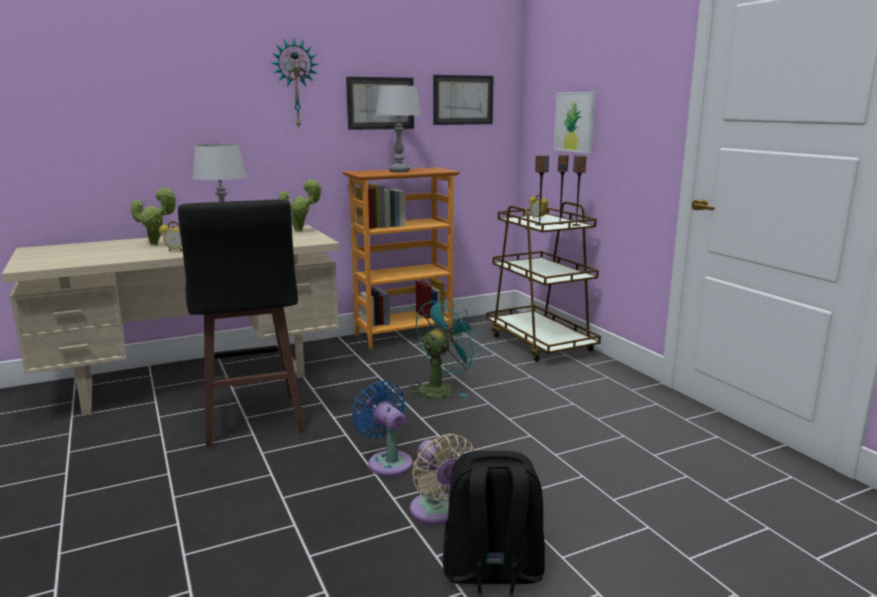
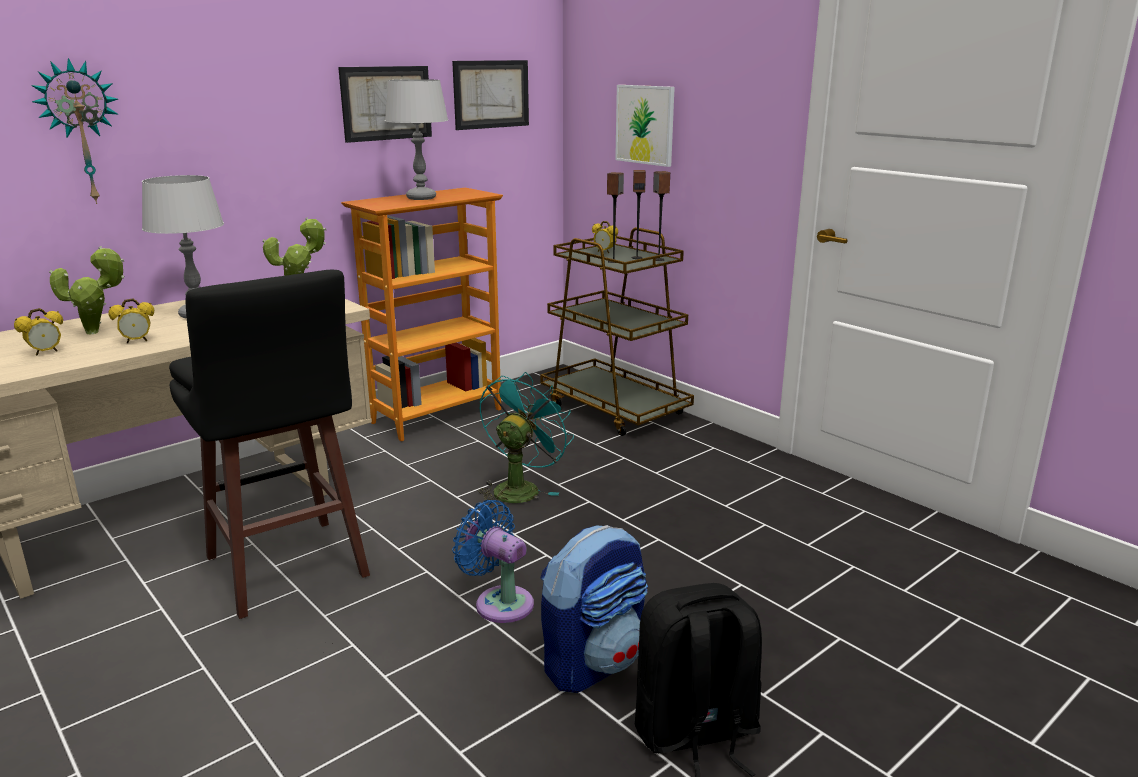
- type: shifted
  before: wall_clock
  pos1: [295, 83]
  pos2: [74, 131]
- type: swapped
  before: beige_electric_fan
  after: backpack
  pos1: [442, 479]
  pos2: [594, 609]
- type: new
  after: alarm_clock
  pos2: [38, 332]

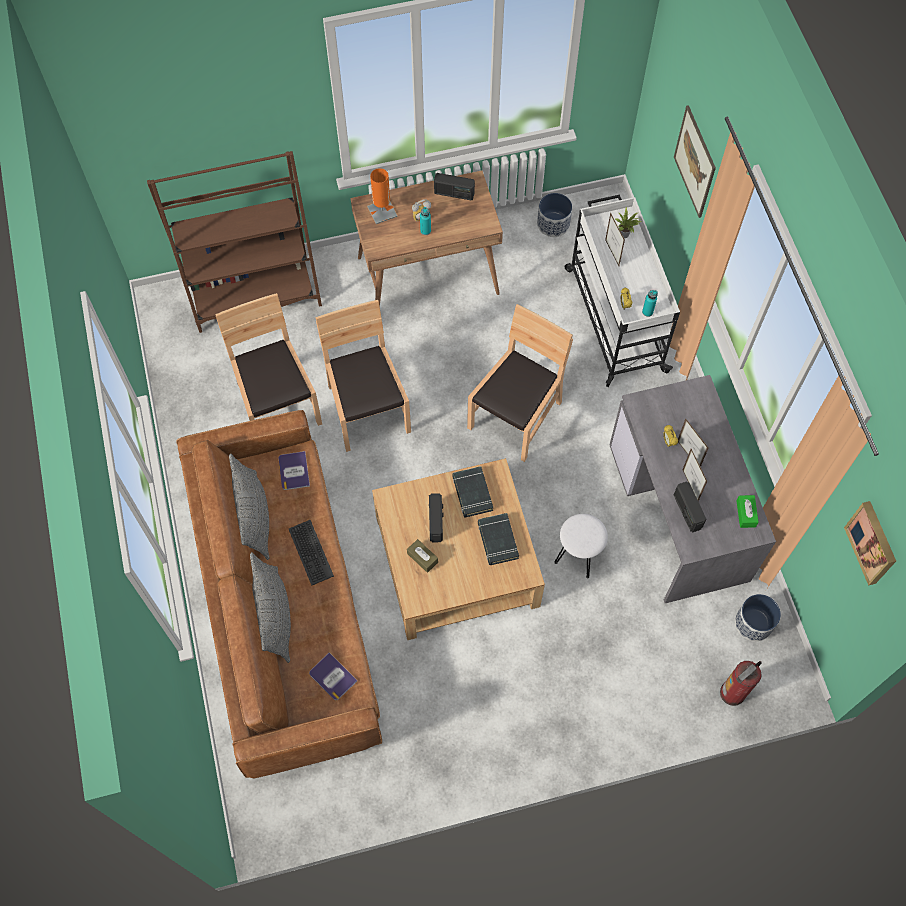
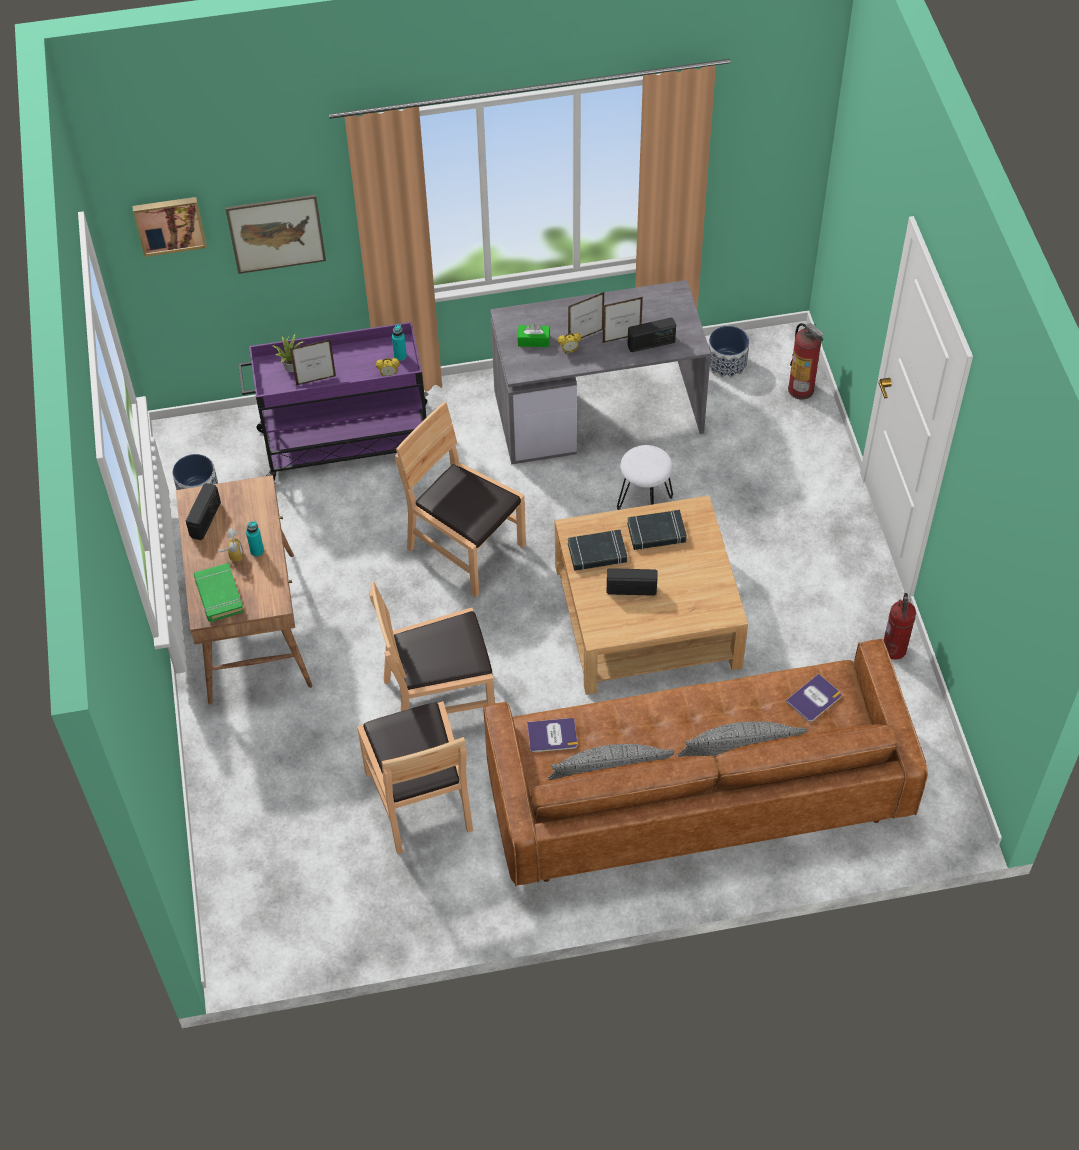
- type: gone
  before: brown_bookcase
  pos1: [234, 242]
- type: swapped
  before: orange-coloured_table_lamp
  after: green_book
  pos1: [382, 196]
  pos2: [219, 592]
- type: repainted
  before: whitish_cart
  after: purplish_cart
  pos1: [622, 291]
  pos2: [333, 401]
- type: rotated
  before: brown_upright_chair
  pos1: [268, 359]
  pos2: [415, 777]
  turn: -90
- type: shifted
  before: green_tissue_holder
  pos1: [748, 511]
  pos2: [534, 335]
- type: shifted
  before: picture
  pos1: [870, 543]
  pos2: [169, 227]
- type: gone
  before: PC_keyboard
  pos1: [311, 552]
- type: gone
  before: brown_tissue_holder
  pos1: [422, 556]
- type: new
  after: fire_extinguisher
  pos2: [899, 626]

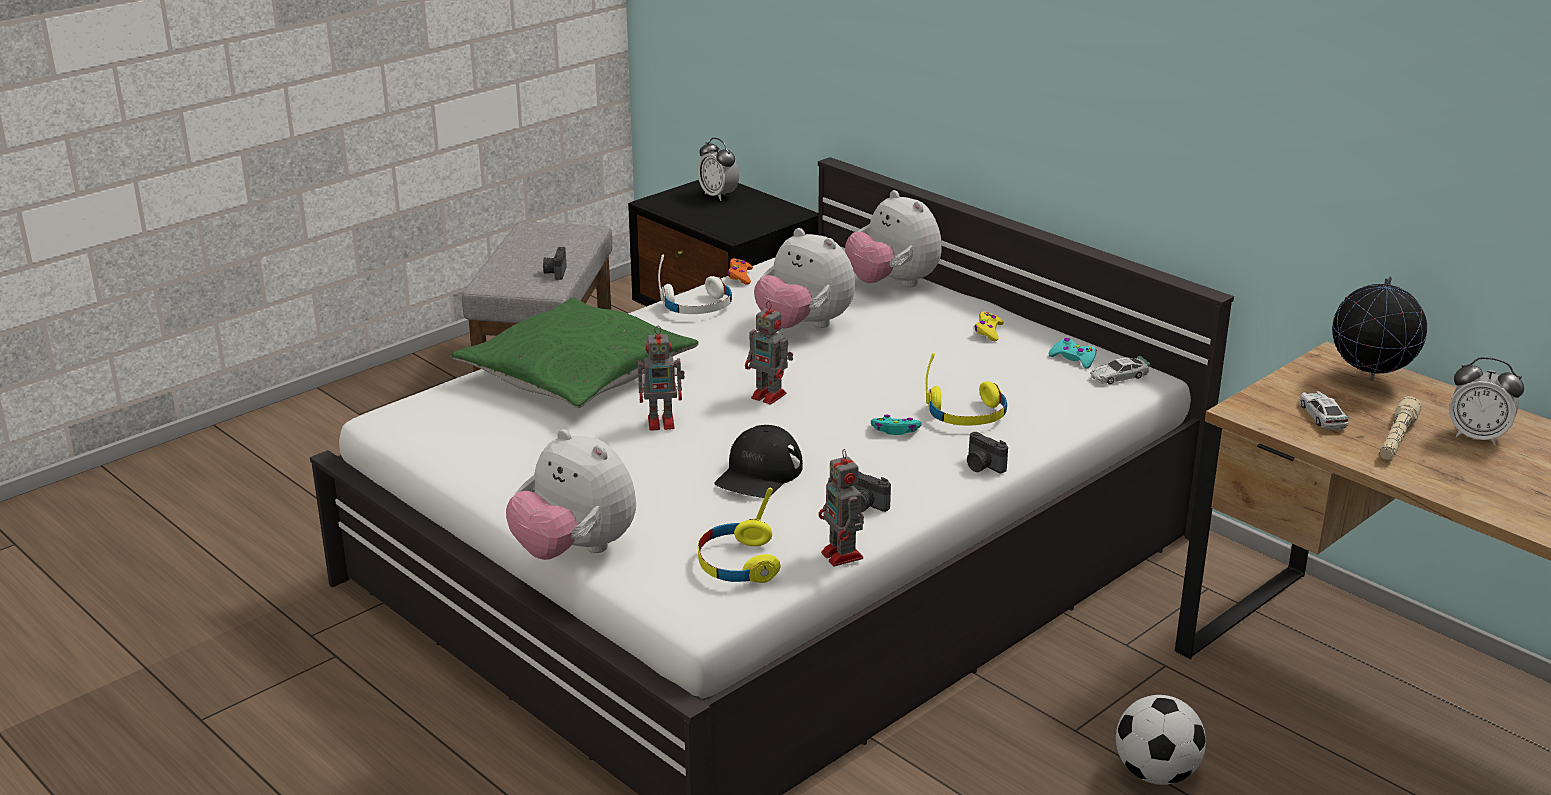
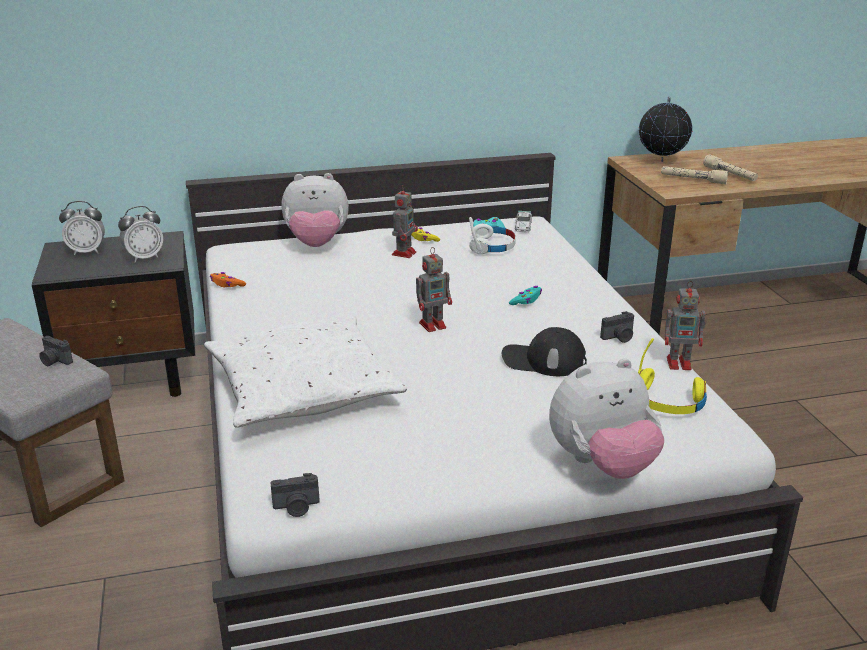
- type: gone
  before: cuddly_toy
  pos1: [804, 278]
- type: shifted
  before: whitish_pair_of_headphones
  pos1: [695, 284]
  pos2: [492, 235]
- type: repainted
  before: green_pillow
  after: whitish_pillow
  pos1: [574, 353]
  pos2: [305, 371]
- type: shifted
  before: toy_robot
  pos1: [661, 378]
  pos2: [405, 221]
- type: gone
  before: yellow_pair_of_headphones
  pos1: [966, 389]
- type: shifted
  before: alarm_clock
  pos1: [1486, 401]
  pos2: [140, 234]
- type: swapped
  before: model_car
  after: beige_hand_torch
  pos1: [1325, 410]
  pos2: [694, 175]
- type: rotated
  before: black-coloured_baseball_cap
  pos1: [759, 461]
  pos2: [544, 351]
  turn: 135
- type: shifted
  before: still_camera
  pos1: [987, 453]
  pos2: [295, 495]
- type: gone
  before: football
  pos1: [1161, 740]

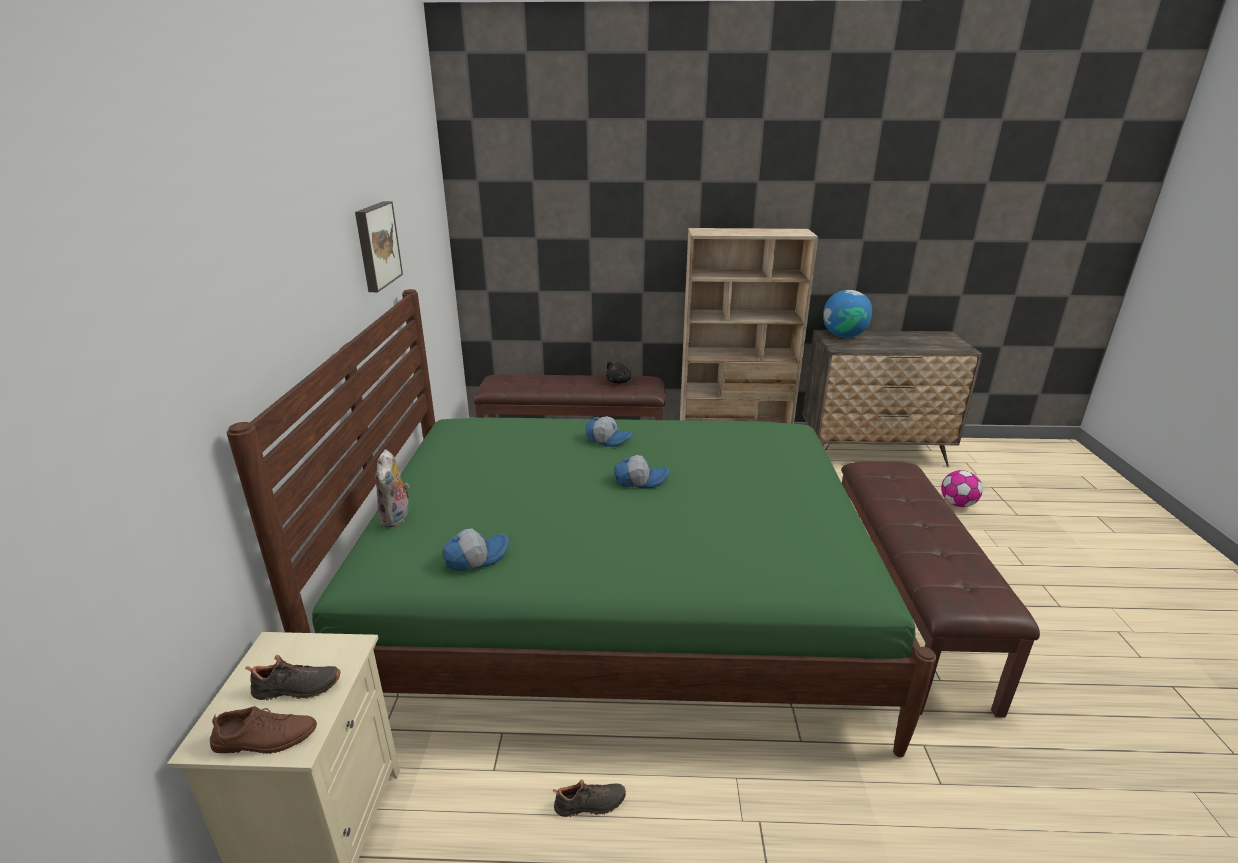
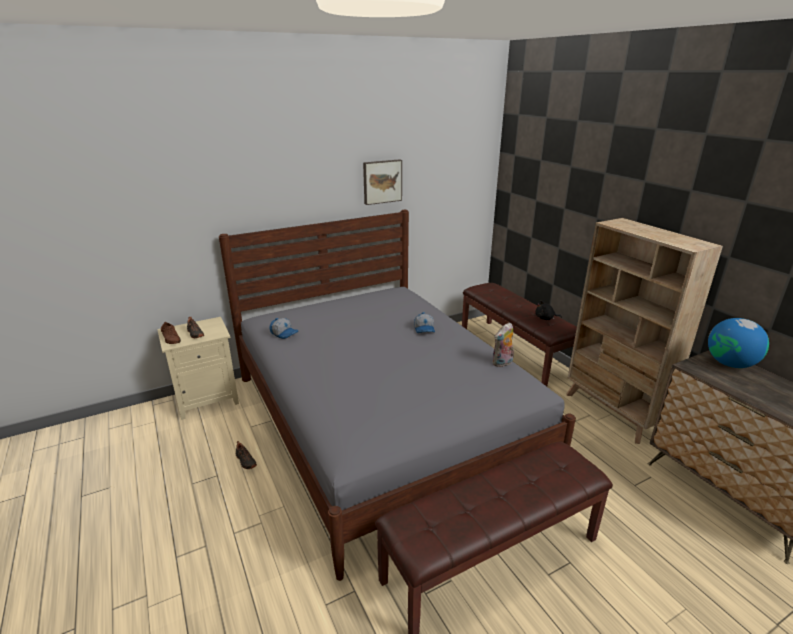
- type: repainted
  before: green_bed
  after: greyish_bed
  pos1: [581, 523]
  pos2: [397, 395]
- type: shifted
  before: cuddly_toy
  pos1: [393, 488]
  pos2: [503, 344]
- type: gone
  before: baseball_cap
  pos1: [642, 472]
- type: gone
  before: football
  pos1: [962, 488]

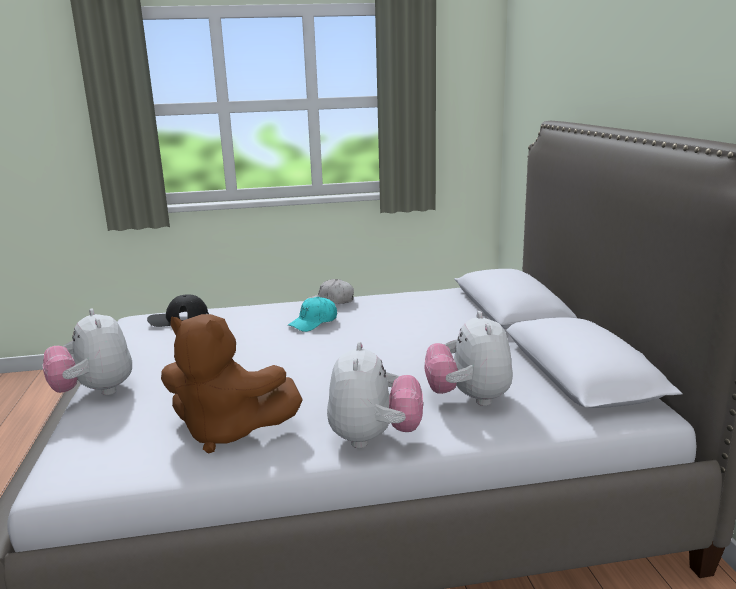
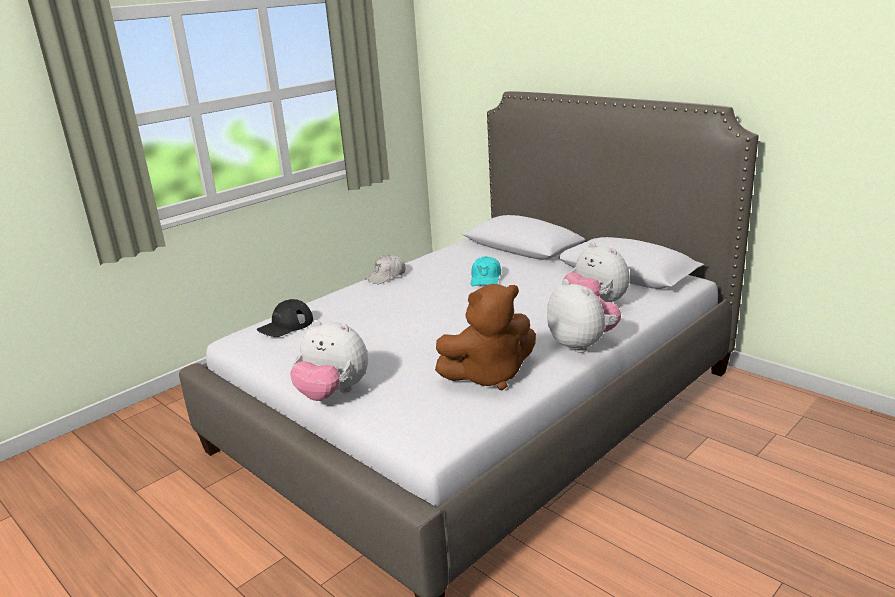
- type: shifted
  before: turquoise-coloured_baseball_cap
  pos1: [312, 314]
  pos2: [486, 271]

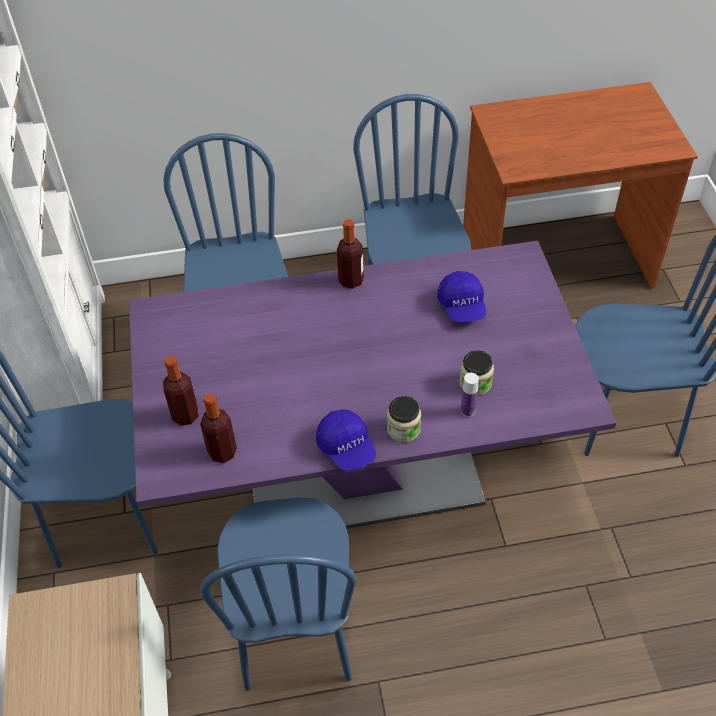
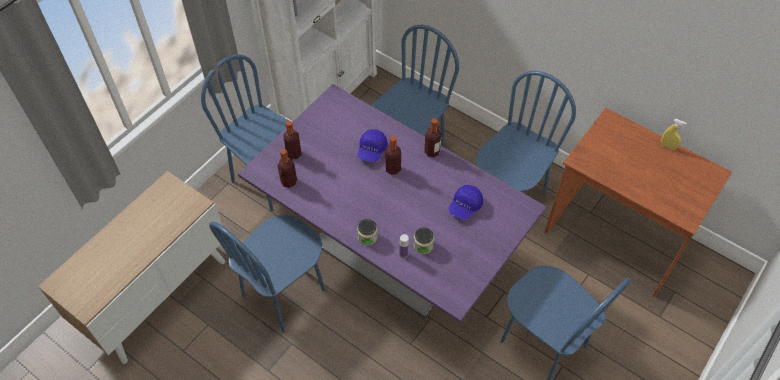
- type: shifted
  before: blue_baseball_cap
  pos1: [346, 440]
  pos2: [372, 145]
- type: new
  after: yellow_sprayer
  pos2: [674, 134]
- type: new
  after: drink_bottle
  pos2: [393, 155]

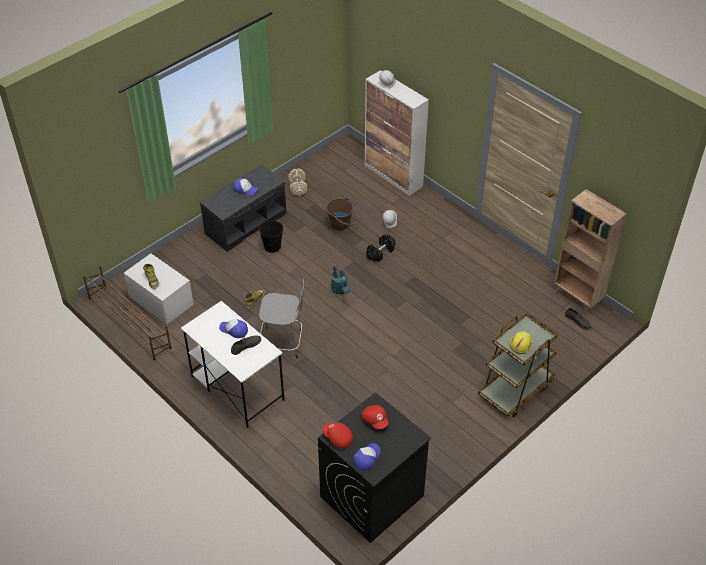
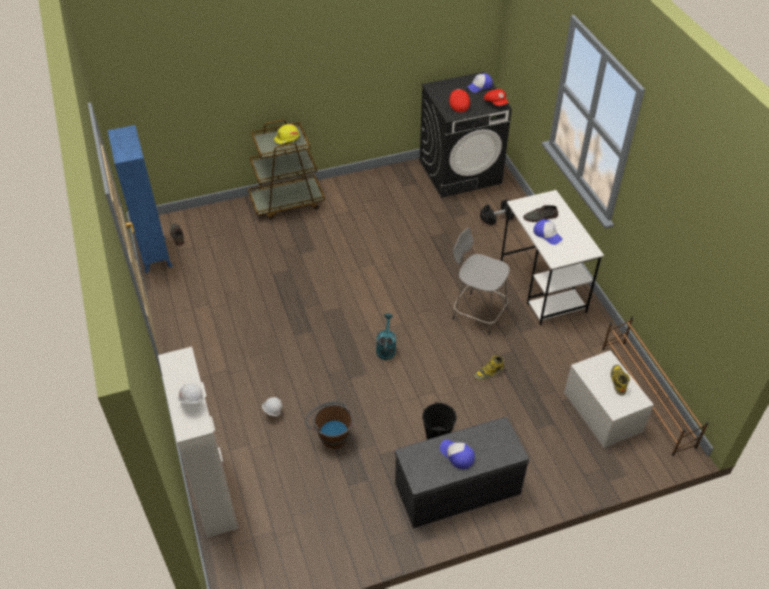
- type: gone
  before: beige_dumbbell
  pos1: [297, 181]
- type: repainted
  before: brown_bookcase
  after: blue_bookcase
  pos1: [590, 252]
  pos2: [140, 199]
- type: shifted
  before: black-coloured_dumbbell
  pos1: [380, 248]
  pos2: [497, 212]

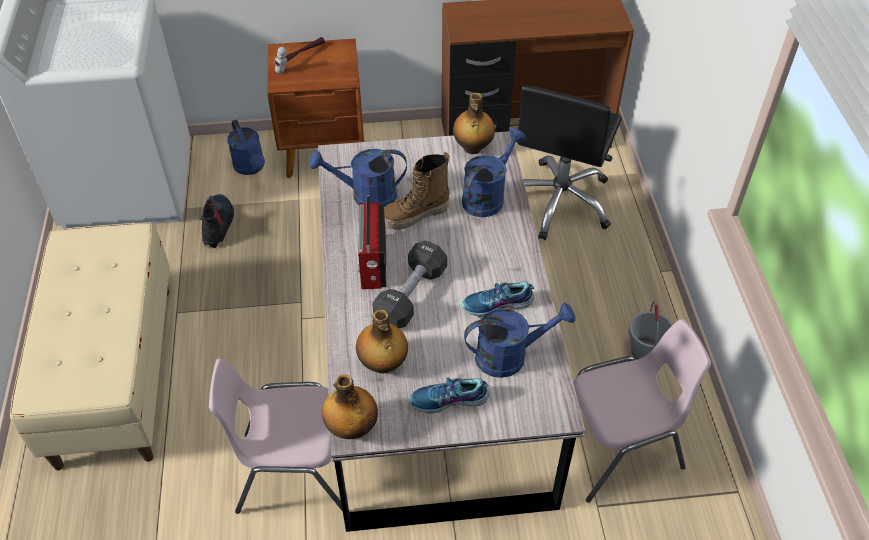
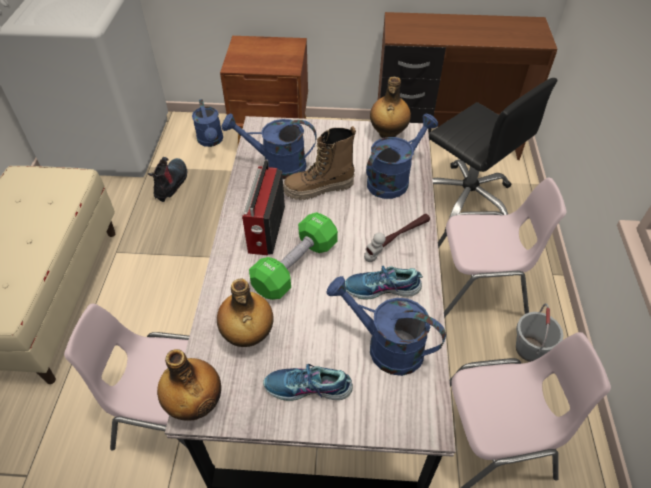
- type: shifted
  before: hammer
  pos1: [299, 55]
  pos2: [397, 238]
- type: rotated
  before: black-coloured_computer_chair
  pos1: [569, 162]
  pos2: [493, 154]
  turn: -75
- type: repainted
  before: black-coloured_dumbbell
  after: green_dumbbell
  pos1: [409, 284]
  pos2: [293, 256]
- type: rotated
  before: blue_sprinkling_can
  pos1: [519, 340]
  pos2: [386, 326]
  turn: -150
- type: new
  after: pink-coloured_upright_chair
  pos2: [502, 248]

